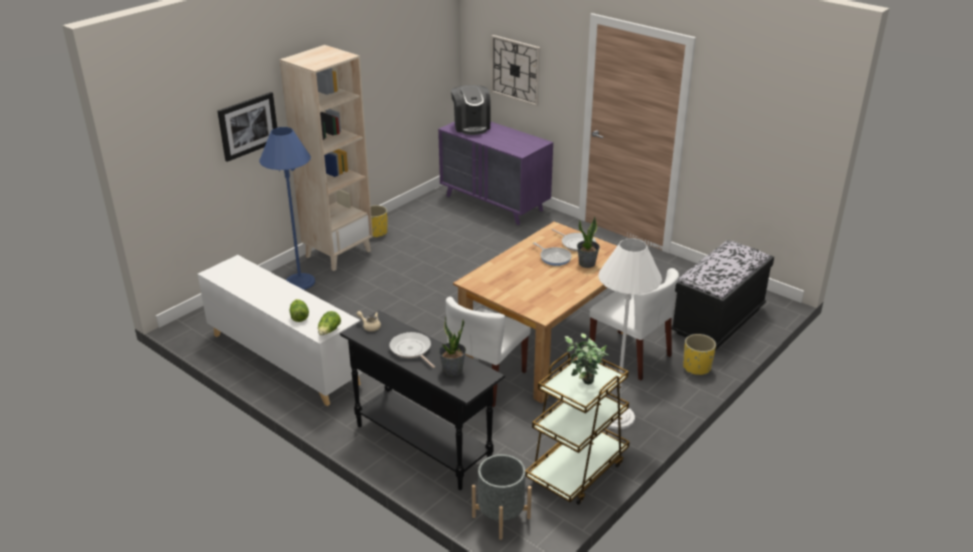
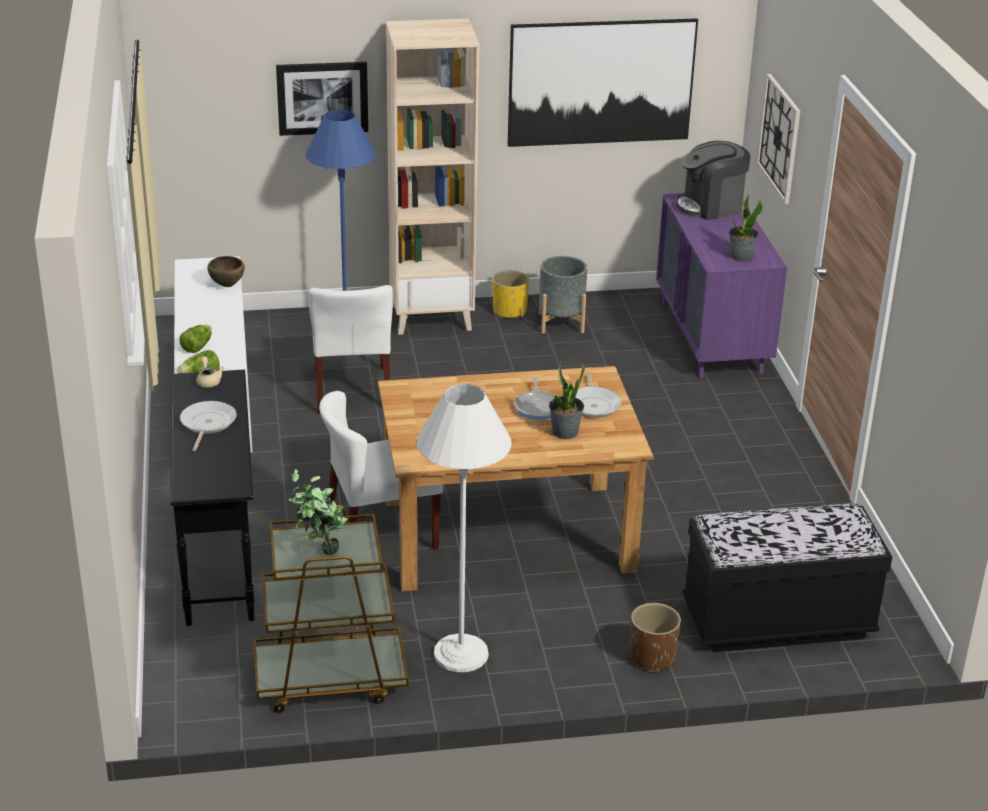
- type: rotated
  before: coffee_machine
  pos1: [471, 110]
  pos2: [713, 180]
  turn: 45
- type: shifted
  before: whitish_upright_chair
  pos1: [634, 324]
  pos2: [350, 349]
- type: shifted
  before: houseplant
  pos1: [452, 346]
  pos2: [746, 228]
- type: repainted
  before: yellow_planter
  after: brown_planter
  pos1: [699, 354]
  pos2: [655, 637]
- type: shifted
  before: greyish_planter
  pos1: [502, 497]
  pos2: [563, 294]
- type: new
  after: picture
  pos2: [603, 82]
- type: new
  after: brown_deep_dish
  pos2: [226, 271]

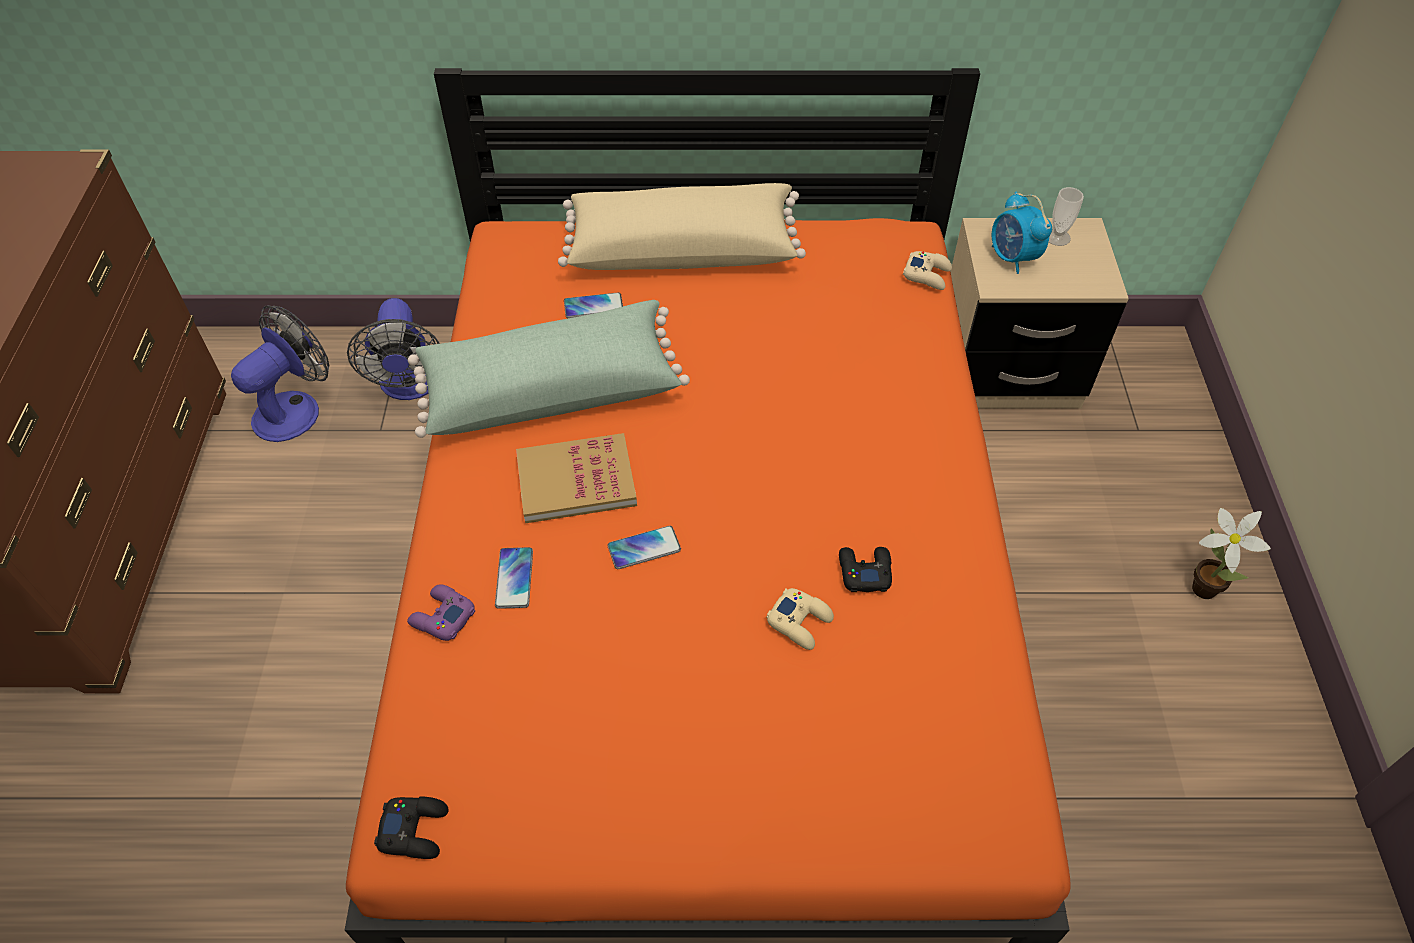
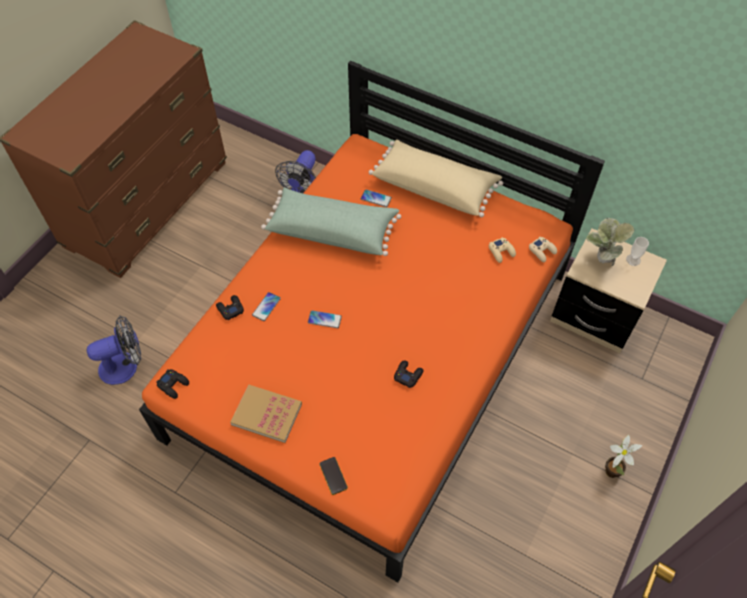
- type: swapped
  before: alarm_clock
  after: houseplant
  pos1: [1022, 233]
  pos2: [610, 242]
- type: shifted
  before: electric_fan
  pos1: [280, 373]
  pos2: [114, 350]
- type: shifted
  before: book
  pos1: [576, 478]
  pos2: [266, 414]
- type: repainted
  before: purplish_gamepad
  after: black-coloured_gamepad
  pos1: [441, 612]
  pos2: [230, 307]
- type: shifted
  before: beige_gamepad
  pos1: [800, 619]
  pos2: [502, 250]
- type: new
  after: handset
  pos2: [333, 476]

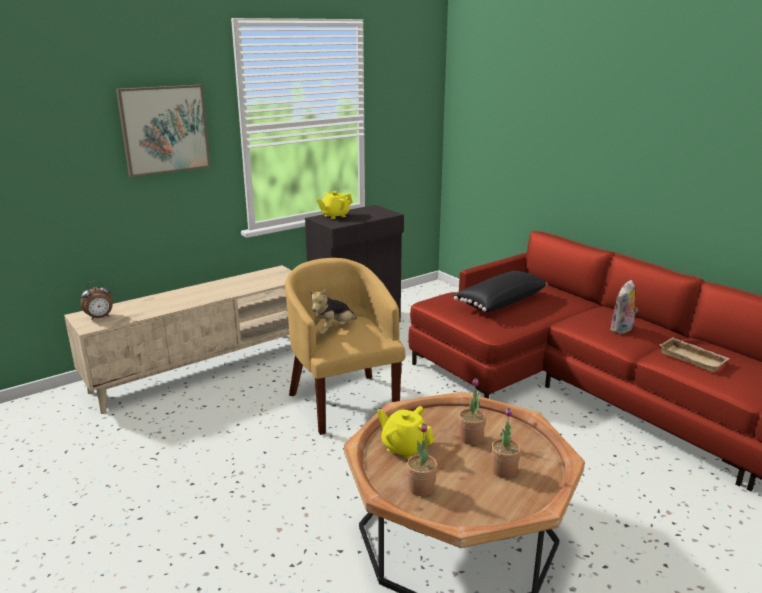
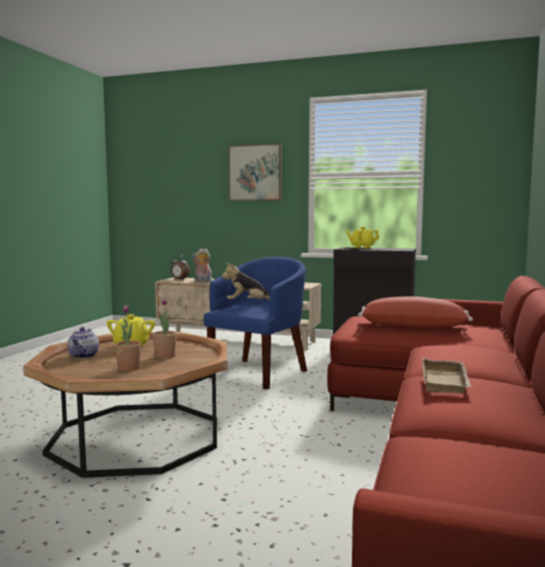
- type: repainted
  before: yellow_lounge_chair
  after: blue_lounge_chair
  pos1: [345, 346]
  pos2: [255, 323]
- type: repainted
  before: black-coloured_pillow
  after: red-coloured_pillow
  pos1: [500, 291]
  pos2: [415, 312]
- type: shifted
  before: cuddly_toy
  pos1: [624, 307]
  pos2: [202, 265]
- type: swapped
  before: houseplant
  after: tea_pot
  pos1: [422, 459]
  pos2: [83, 343]

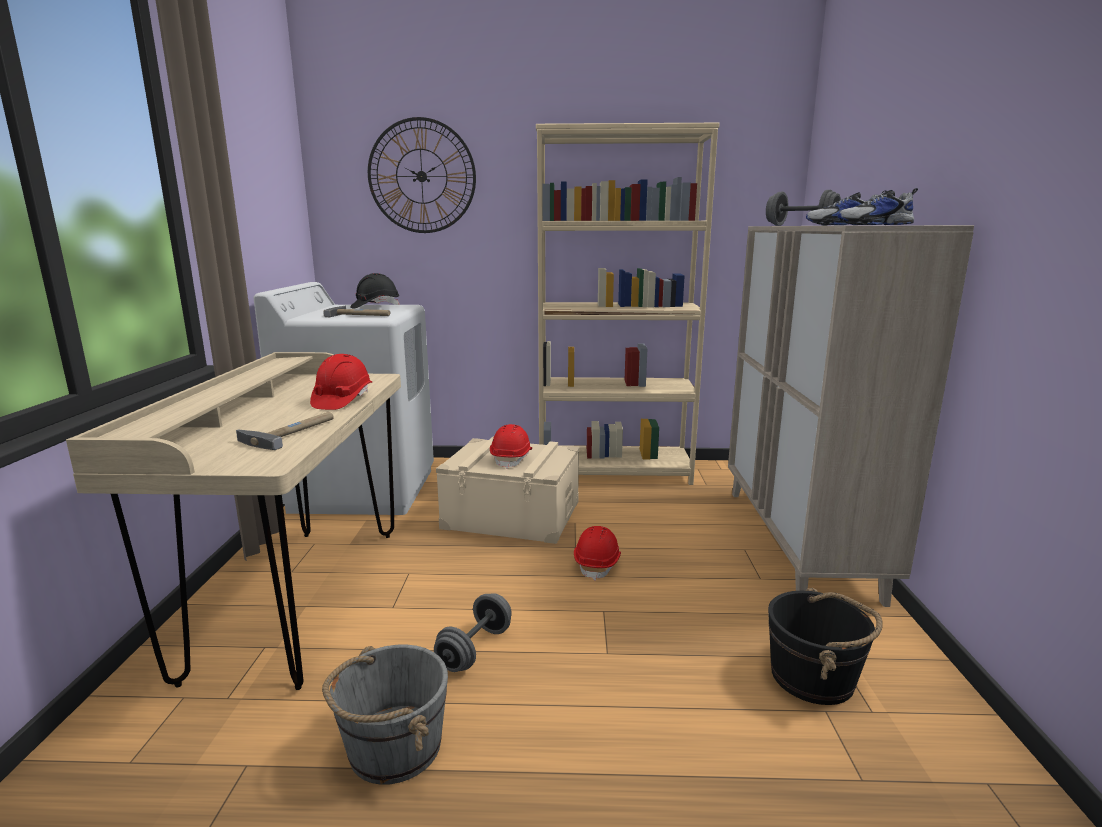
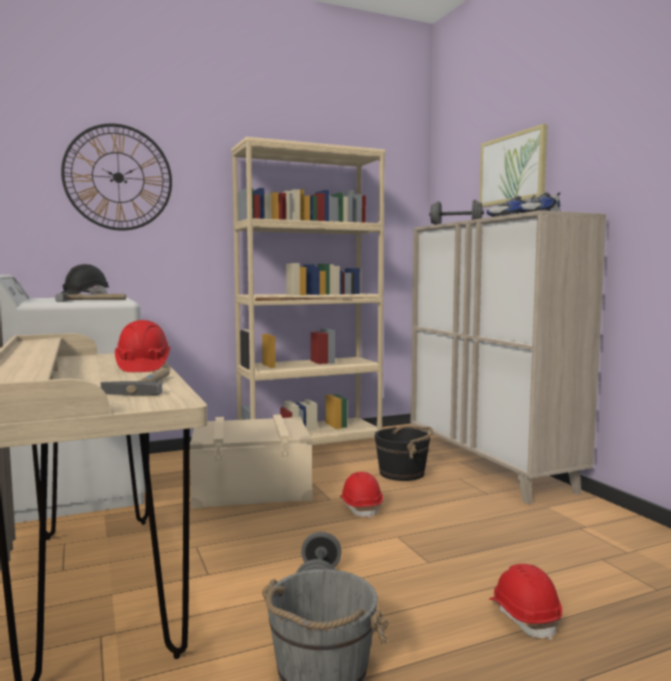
- type: shifted
  before: red-coloured_safety_helmet
  pos1: [511, 446]
  pos2: [525, 602]
- type: shifted
  before: black-coloured_pail
  pos1: [825, 646]
  pos2: [404, 453]
- type: new
  after: picture
  pos2: [513, 165]

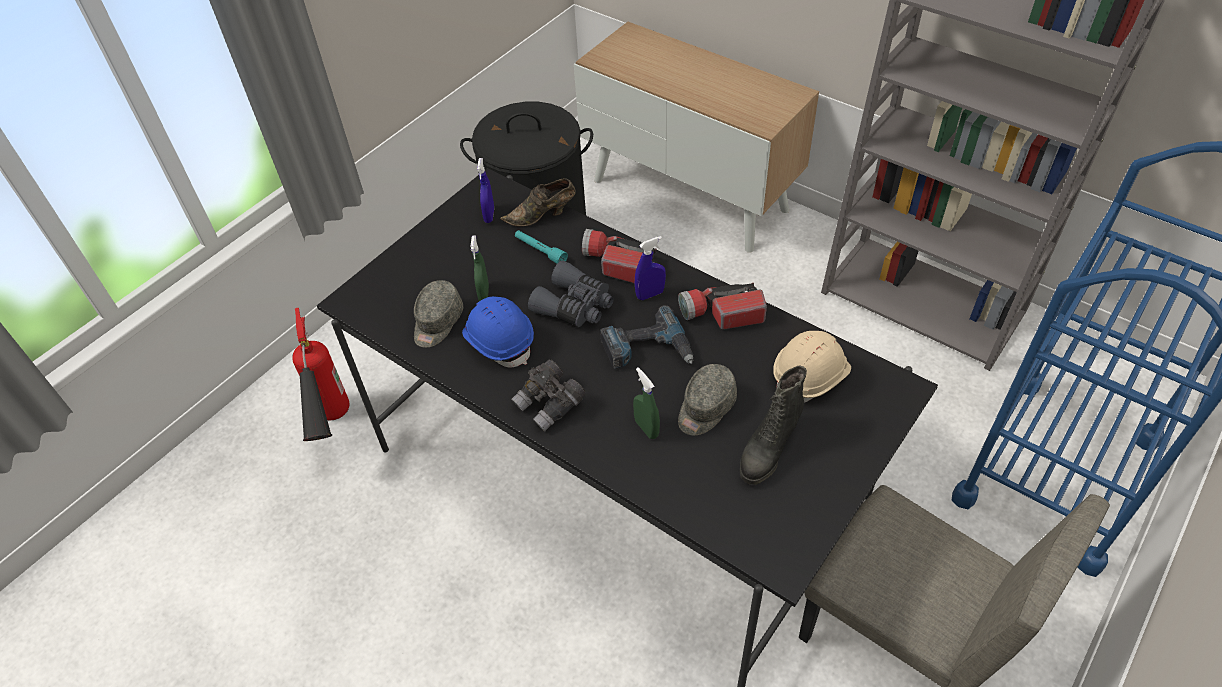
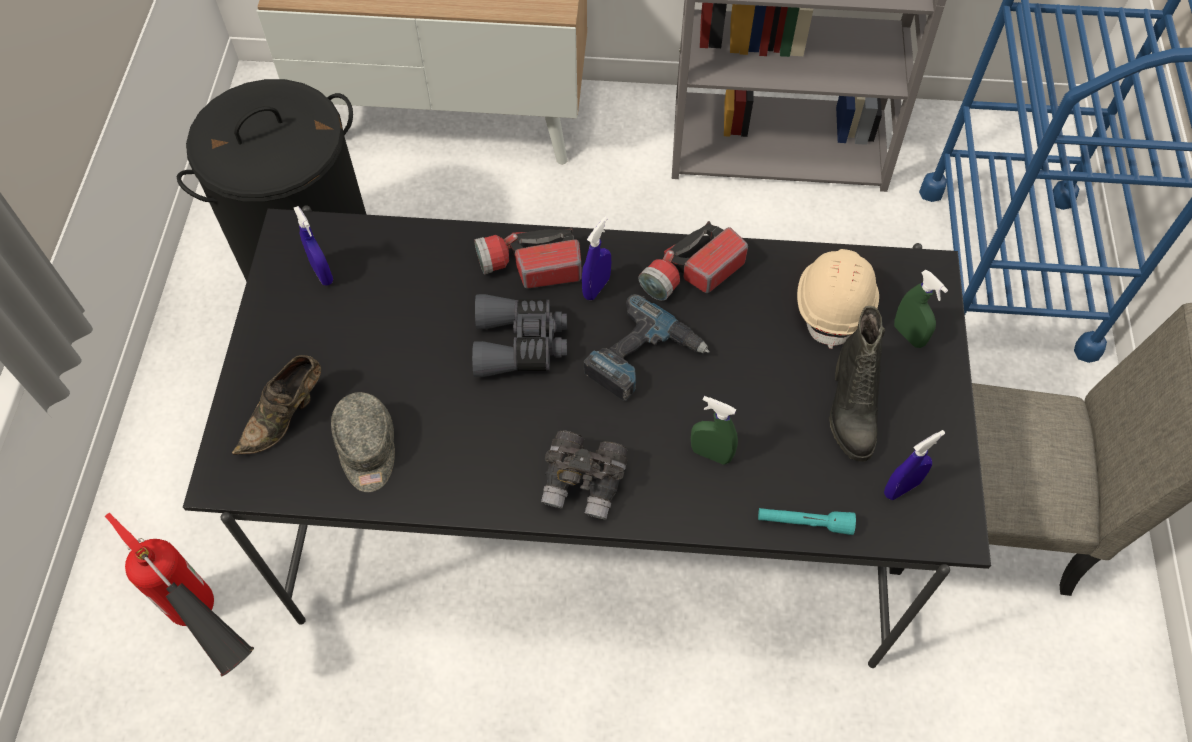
- type: shifted
  before: brown_shoe
  pos1: [538, 202]
  pos2: [276, 405]
- type: shifted
  before: turquoise-coloured_hand_torch
  pos1: [541, 247]
  pos2: [807, 521]
- type: shifted
  before: green_sprayer
  pos1: [479, 268]
  pos2: [921, 309]
- type: gone
  before: blue_safety_helmet
  pos1: [498, 332]
- type: gone
  before: greyish_baseball_cap
  pos1: [707, 400]
- type: new
  after: blue_sprayer
  pos2: [914, 465]

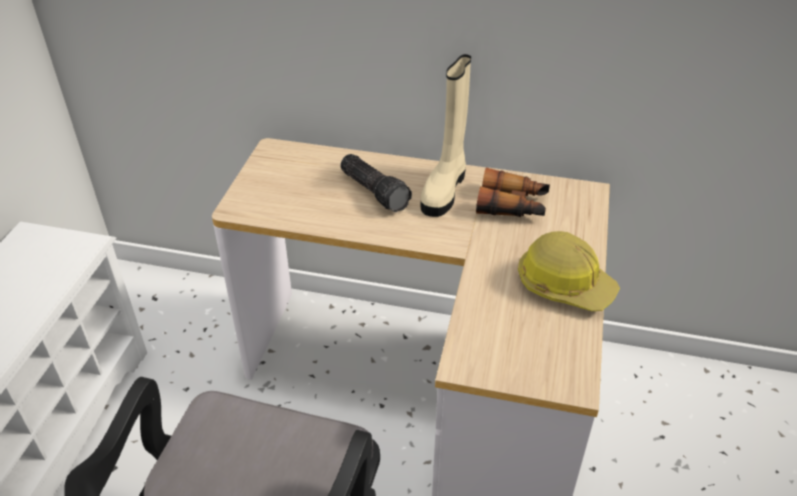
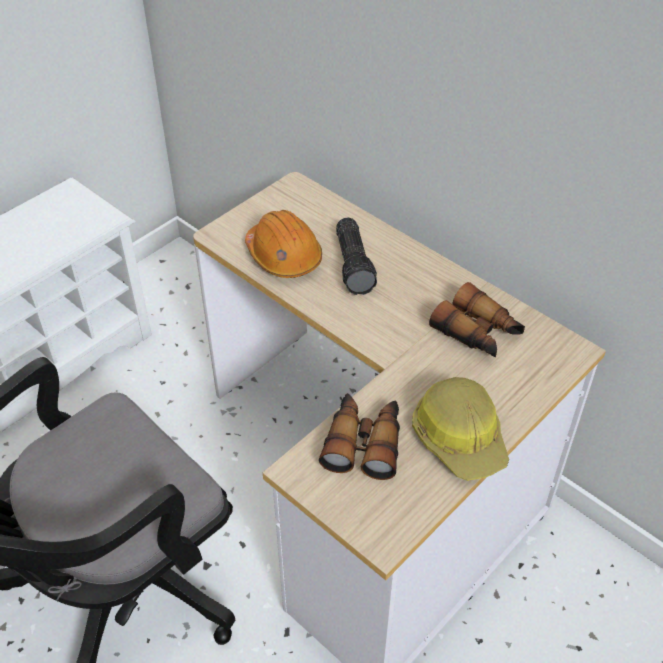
- type: gone
  before: beige_tall_boot
  pos1: [446, 135]
- type: new
  after: orange-coloured_safety_helmet
  pos2: [283, 244]
- type: new
  after: binoculars
  pos2: [359, 436]

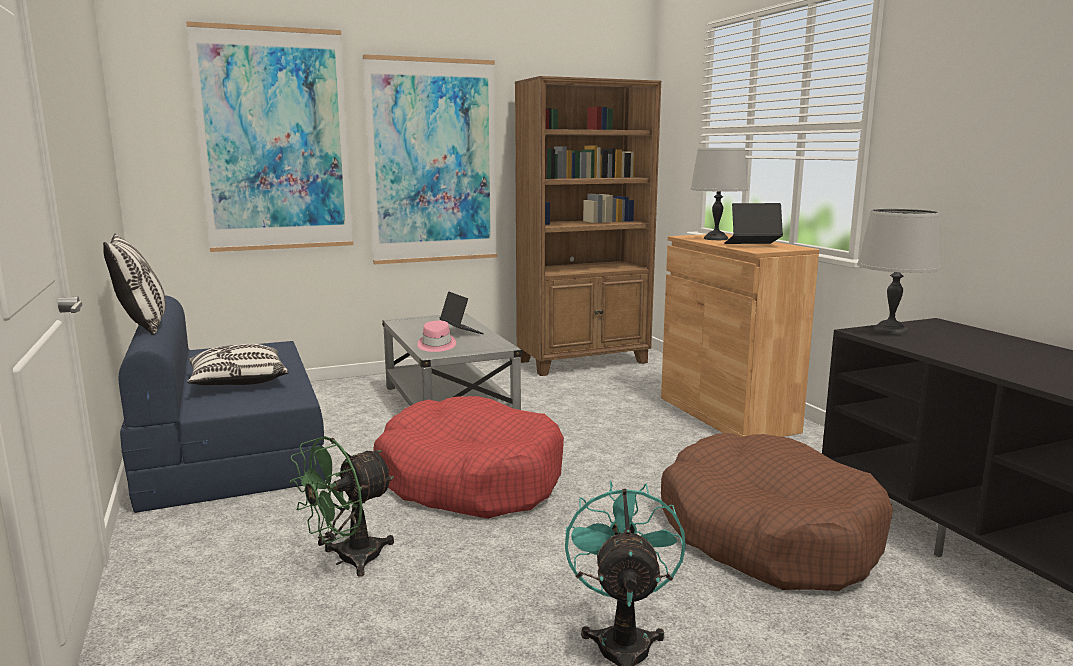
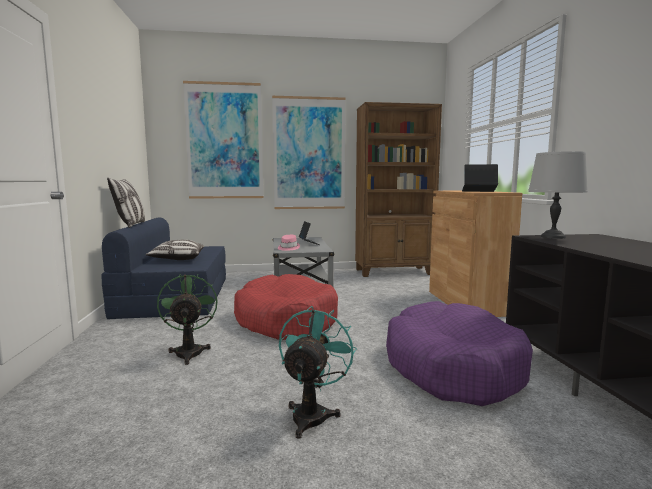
- type: gone
  before: greyish_table_lamp
  pos1: [719, 194]
- type: repainted
  before: brown_dog_bed
  after: purplish_dog_bed
  pos1: [777, 512]
  pos2: [459, 353]
- type: rotated
  before: green_electric_fan
  pos1: [342, 506]
  pos2: [187, 319]
  turn: 105

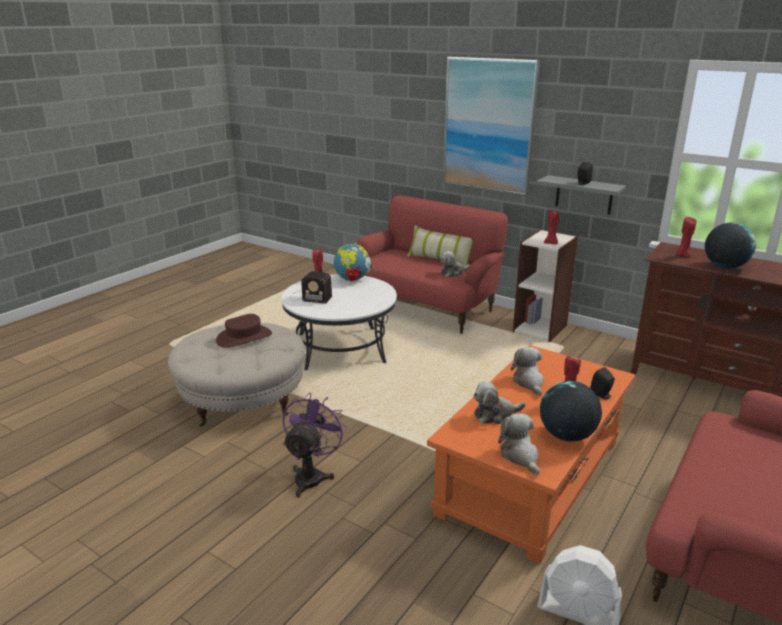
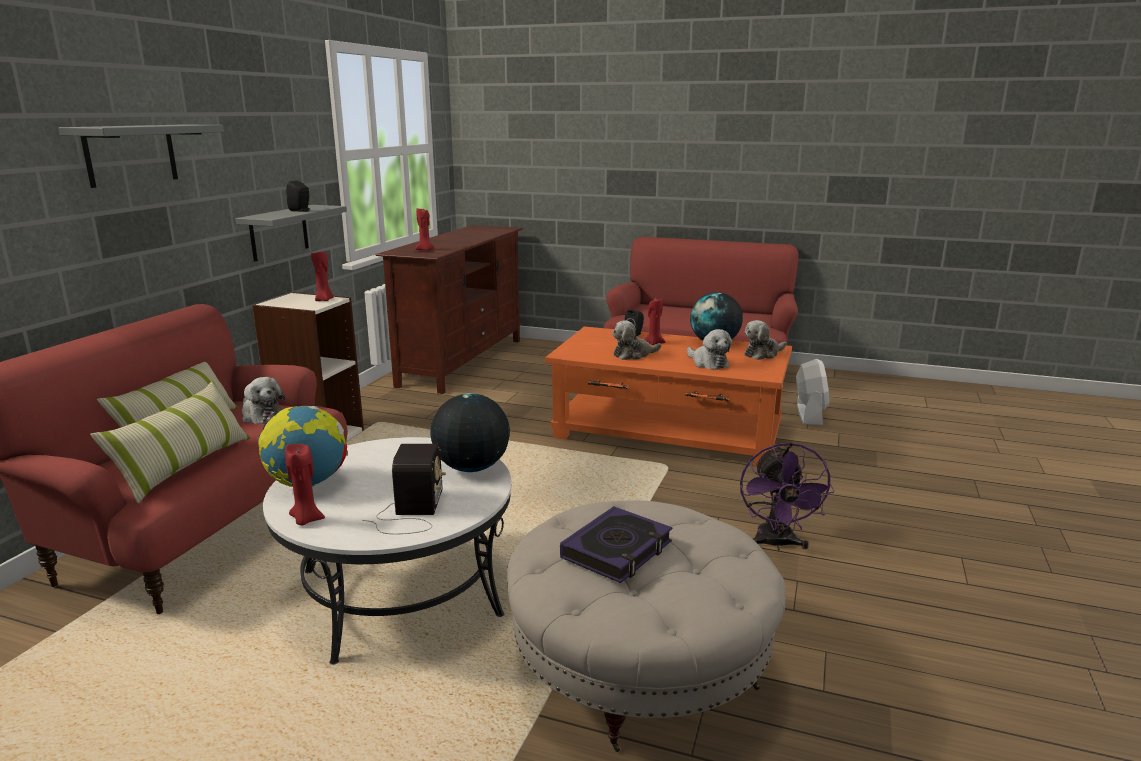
- type: swapped
  before: picture
  after: greyish_shelf
  pos1: [491, 126]
  pos2: [141, 156]
- type: shifted
  before: desk_globe
  pos1: [730, 245]
  pos2: [470, 432]
- type: swapped
  before: brown_hat
  after: book
  pos1: [244, 331]
  pos2: [616, 544]
- type: rotated
  before: purplish_electric_fan
  pos1: [315, 445]
  pos2: [787, 496]
  turn: -90
- type: new
  after: pillow
  pos2: [170, 442]

